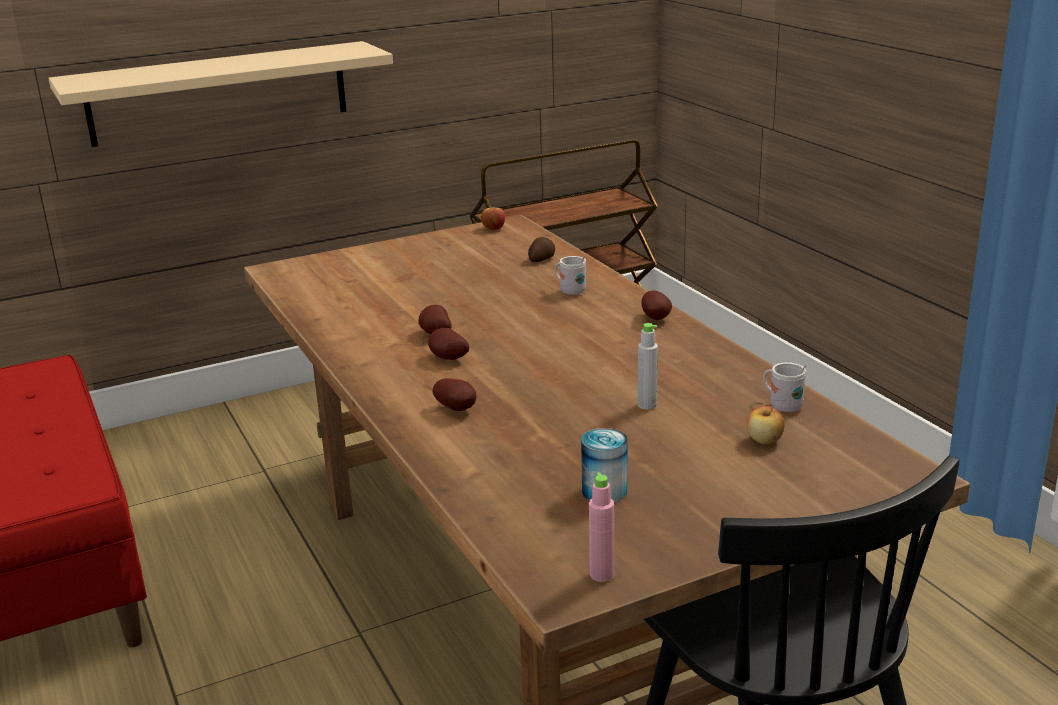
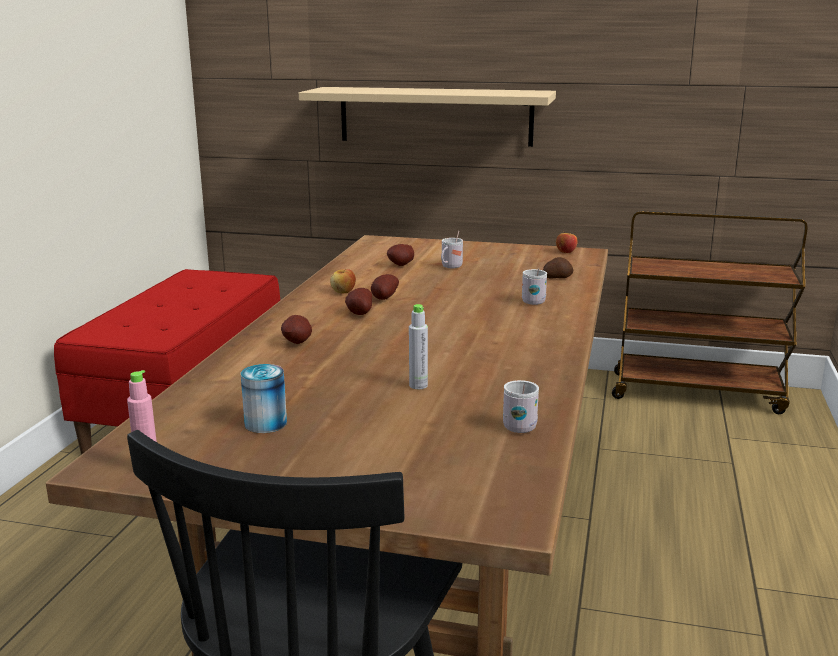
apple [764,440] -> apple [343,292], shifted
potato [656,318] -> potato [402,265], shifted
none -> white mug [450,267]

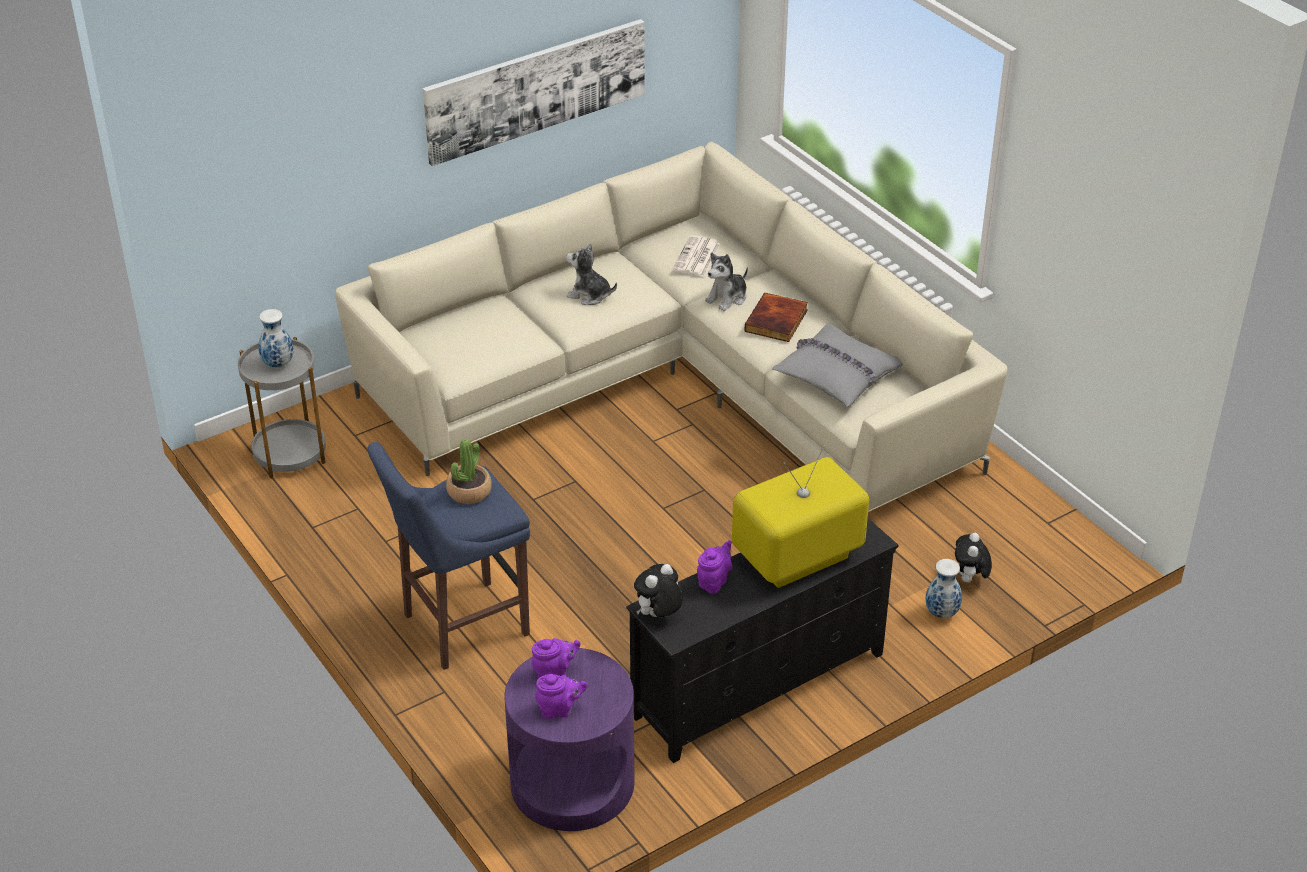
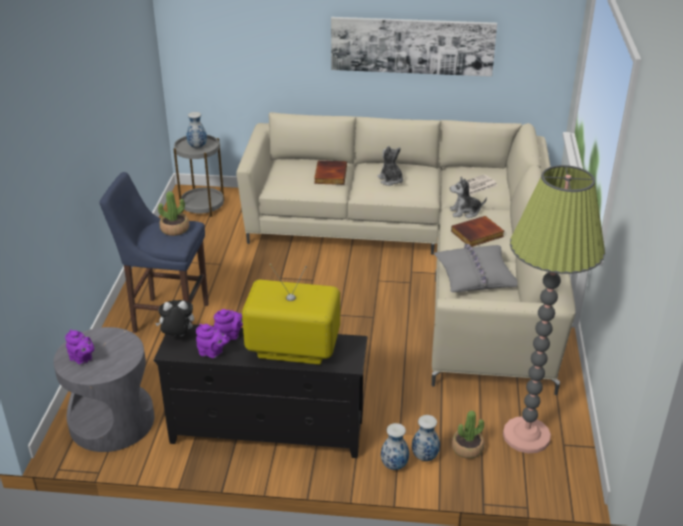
purple side table [572,782] -> grey side table [111,421]
purple teapot [554,673] -> purple teapot [212,353], shifted
none -> book [329,174]
none -> vase [394,466]
plush toy [969,580] -> potted plant [467,448]
none -> floor lamp [526,436]

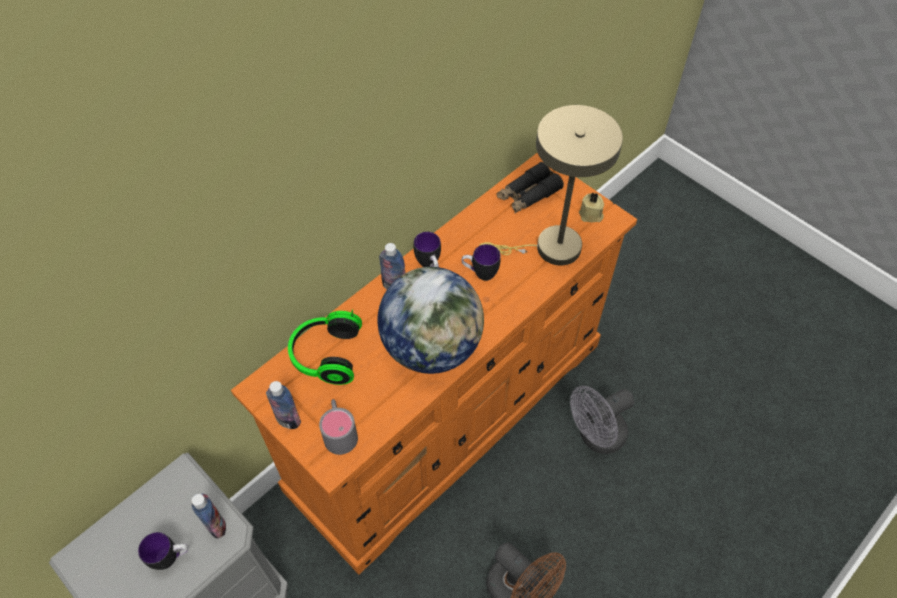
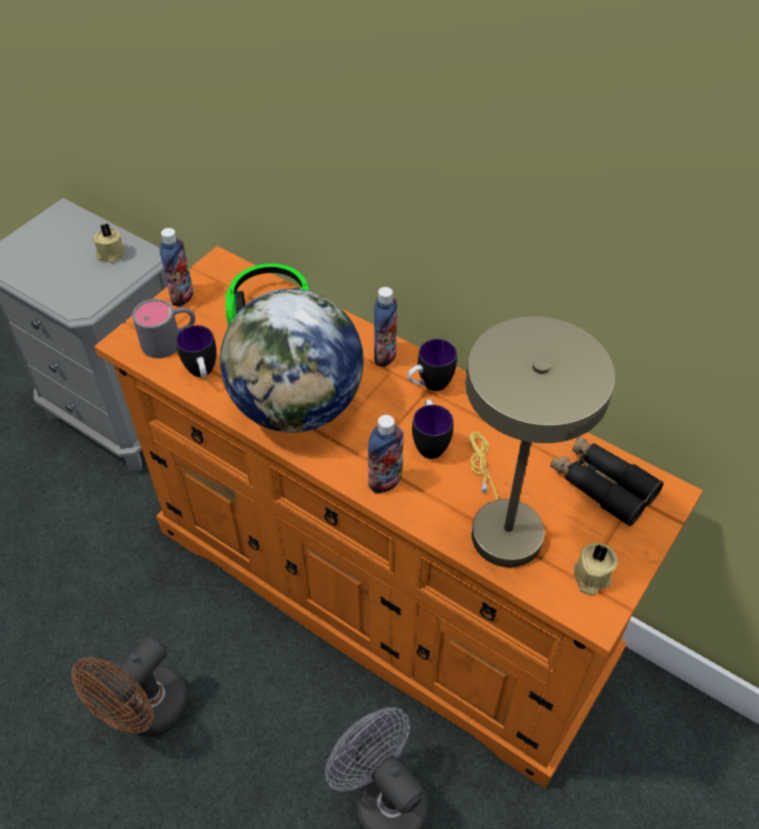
none -> beige candle [111,254]
mug [171,558] -> mug [202,374], shifted
bottle [216,525] -> bottle [385,481], shifted

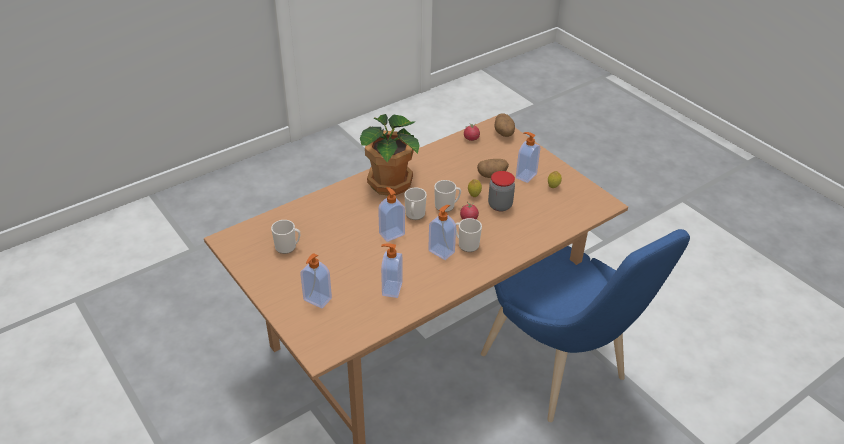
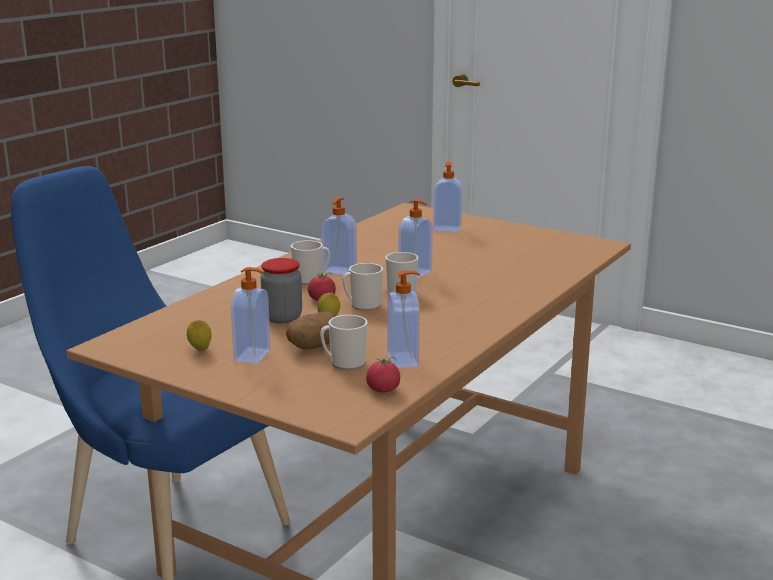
mug [288,247] -> mug [344,363], shifted
soap dispenser [391,289] -> soap dispenser [404,360], shifted
potted plant [392,183] -> none
potato [504,133] -> none

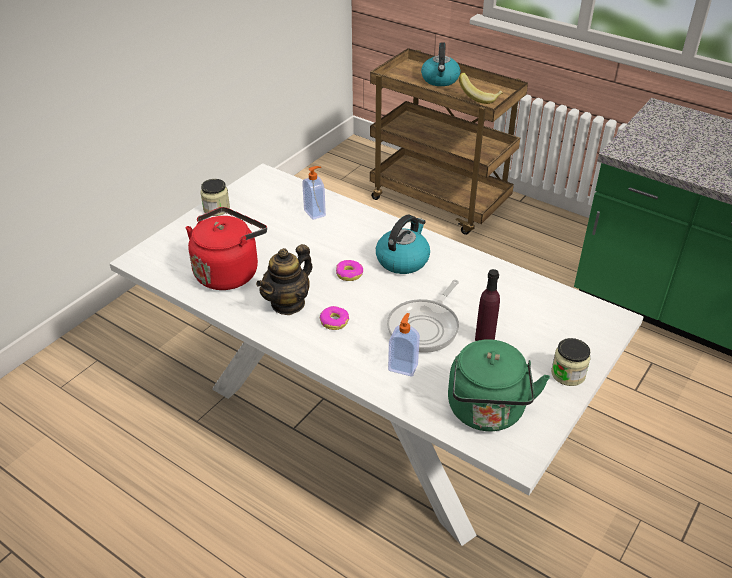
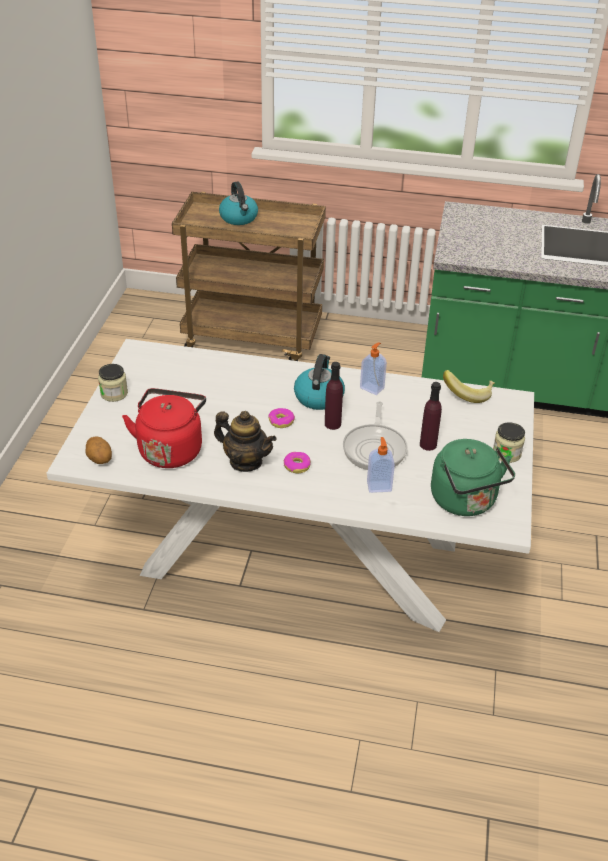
none -> potato [99,460]
teapot [288,303] -> teapot [245,461], 75 degrees counterclockwise
none -> purple bottle [332,424]
soap dispenser [315,213] -> soap dispenser [372,388], shifted
banana [479,97] -> banana [468,394], shifted

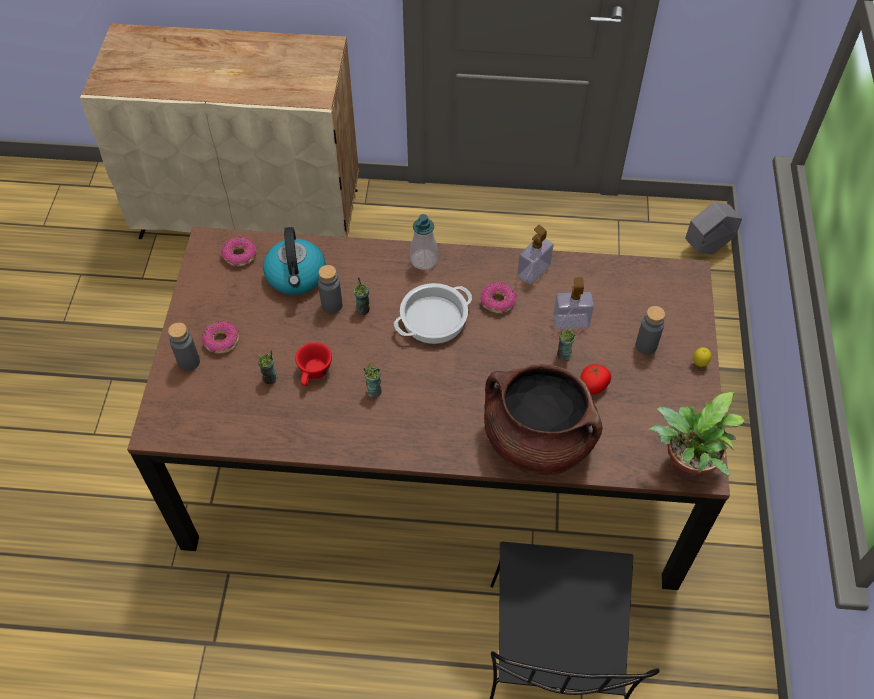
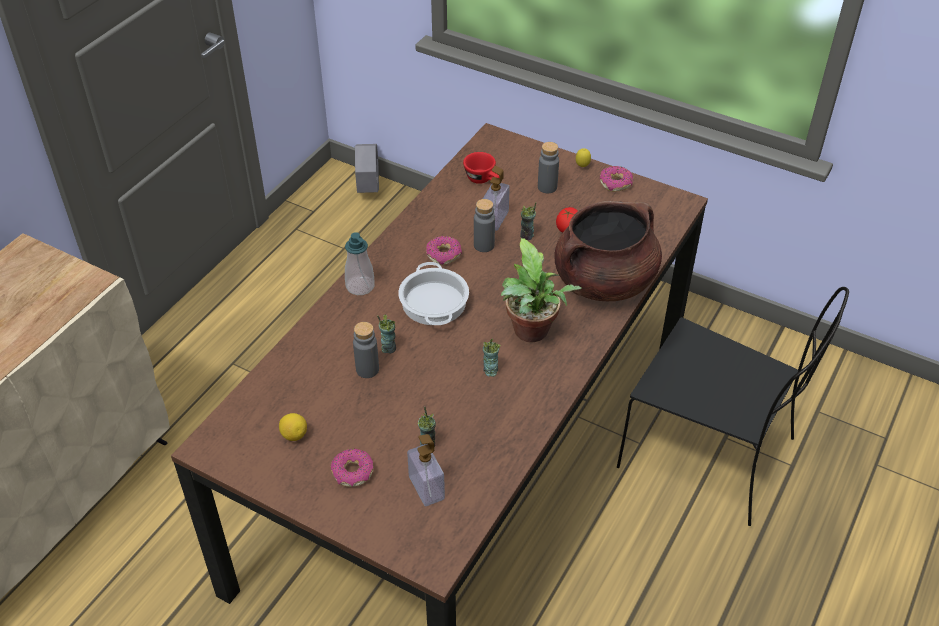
none -> lemon [294,435]
soap dispenser [533,271] -> soap dispenser [426,488], shifted
red cup [314,374] -> red cup [483,179], shifted
grey bottle [189,362] -> grey bottle [484,245], shifted
potted plant [684,468] -> potted plant [532,334], shifted
donut [239,256] -> donut [616,183], shifted
kettle [296,276] -> none

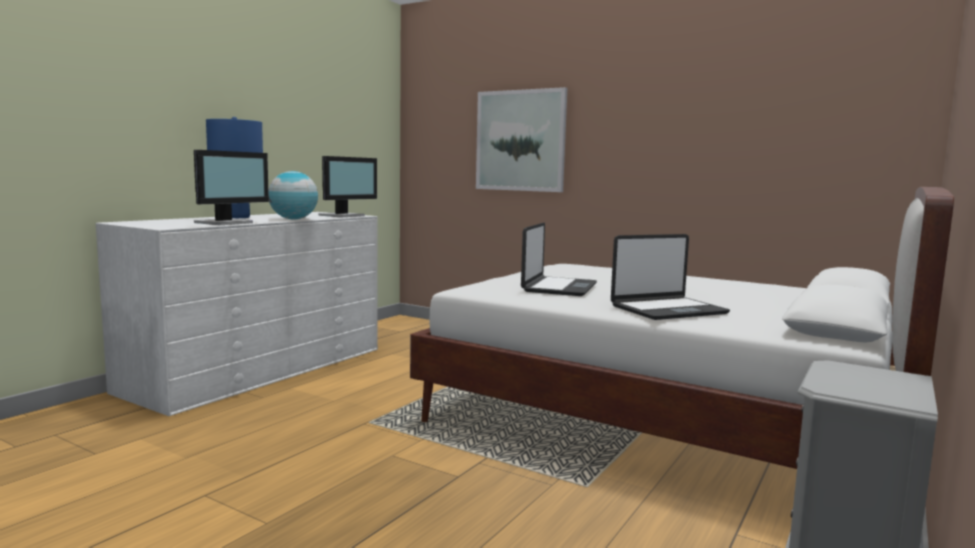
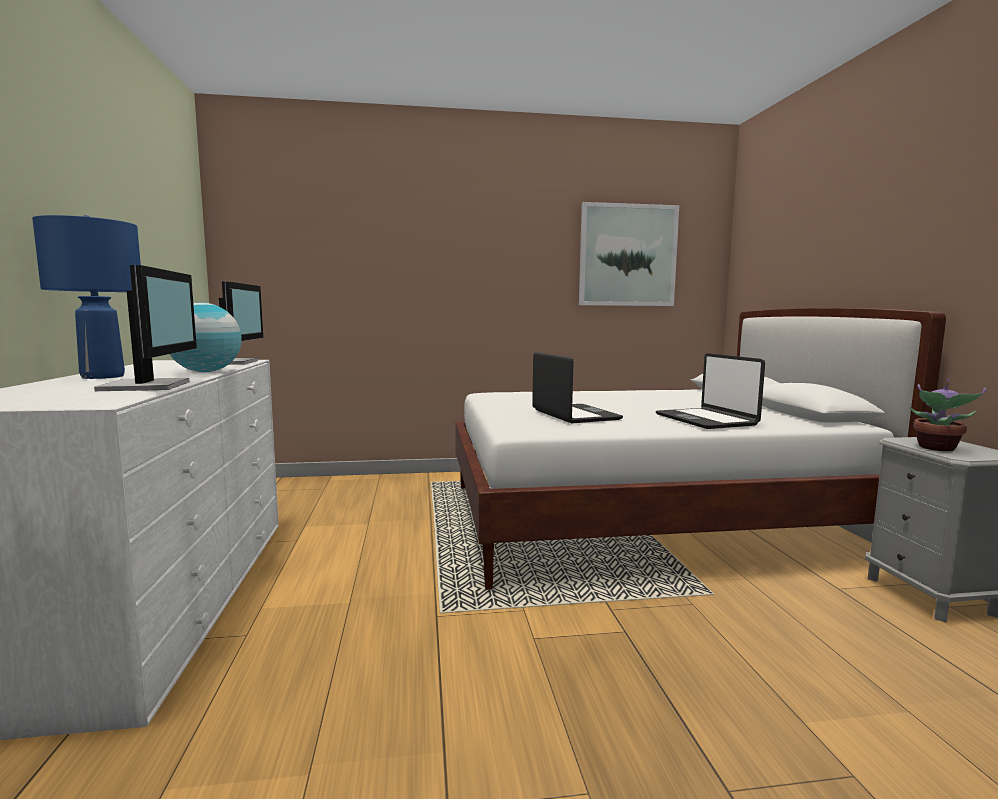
picture [520,140] -> picture [627,255], shifted
laptop [667,310] -> laptop [706,420], 135 degrees clockwise
none -> potted plant [936,448]

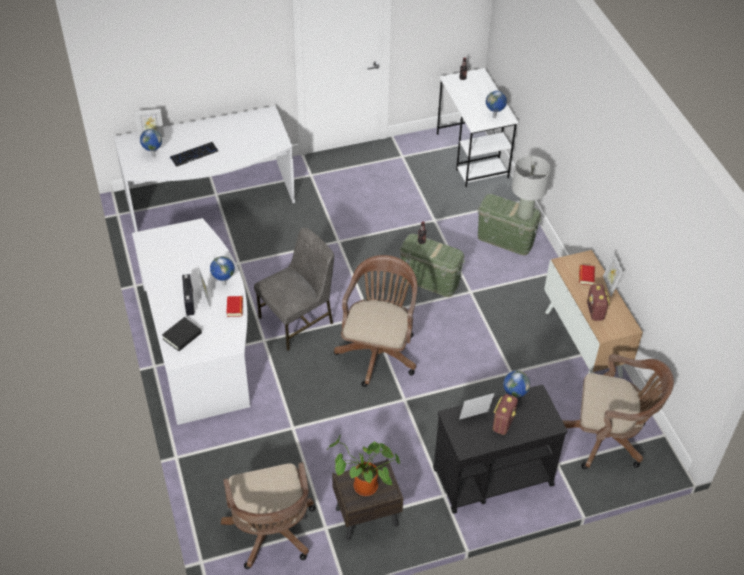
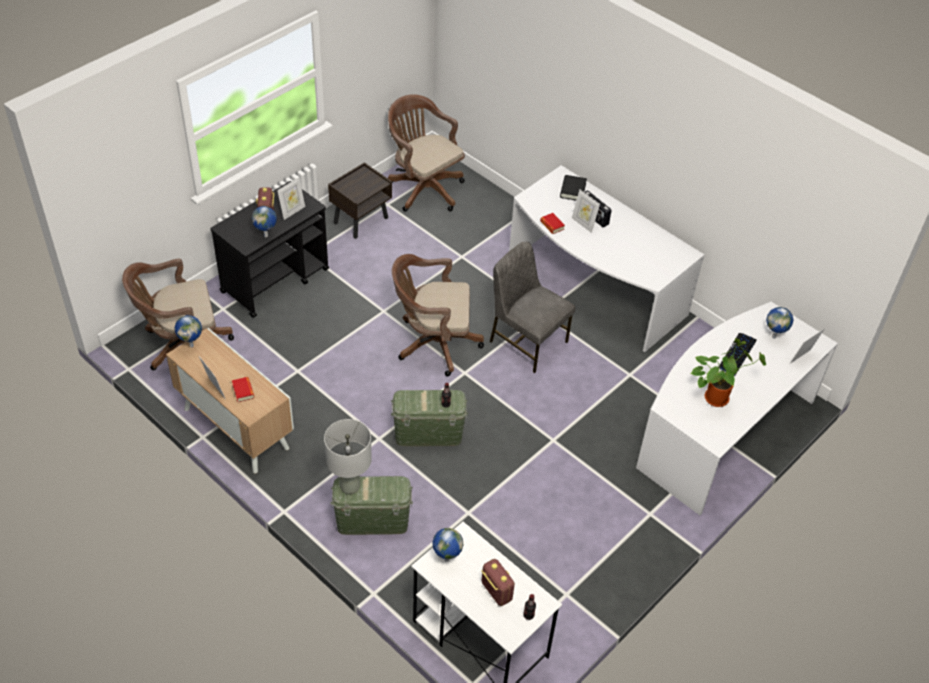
globe [223,284] -> globe [191,345], shifted
brown office chair [378,351] -> brown office chair [433,343], 105 degrees clockwise
radio [595,311] -> radio [496,591], shifted
grey chair [297,321] -> grey chair [527,341], 105 degrees clockwise
potted plant [363,487] -> potted plant [717,396], shifted

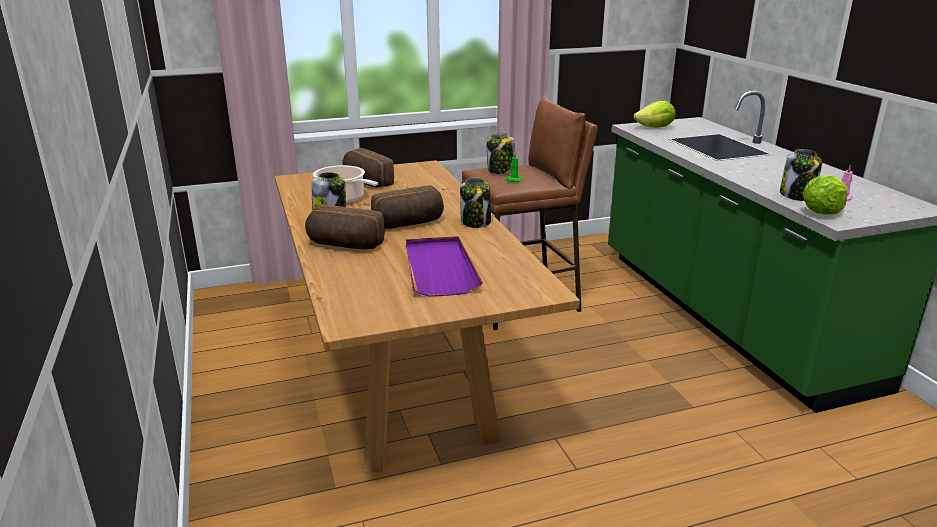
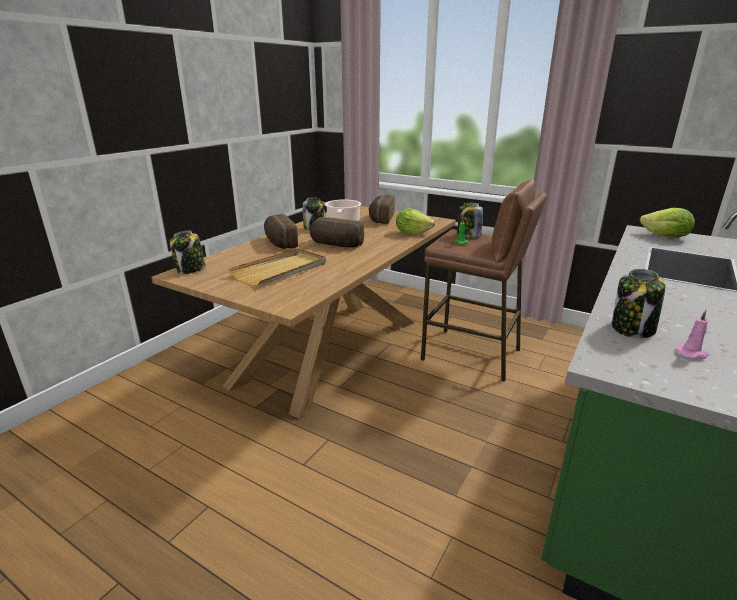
jar [476,222] -> jar [191,270], shifted
purple tray [439,269] -> beige tray [280,270]
lettuce [822,212] -> lettuce [412,233], shifted

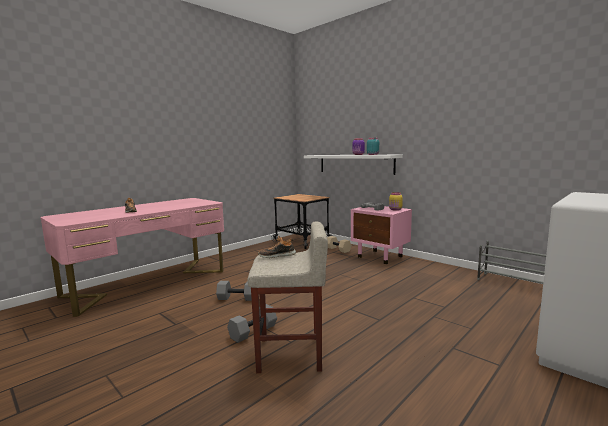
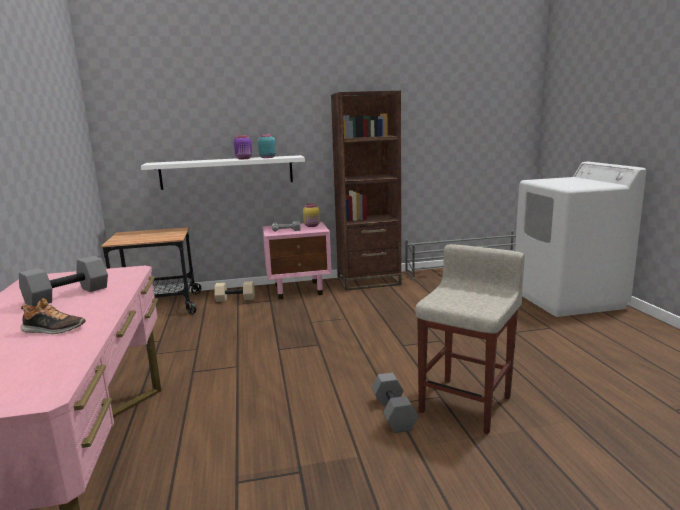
grey dumbbell [238,298] -> grey dumbbell [68,295], shifted
none -> brown bookcase [368,281]
shoe [277,255] -> none

